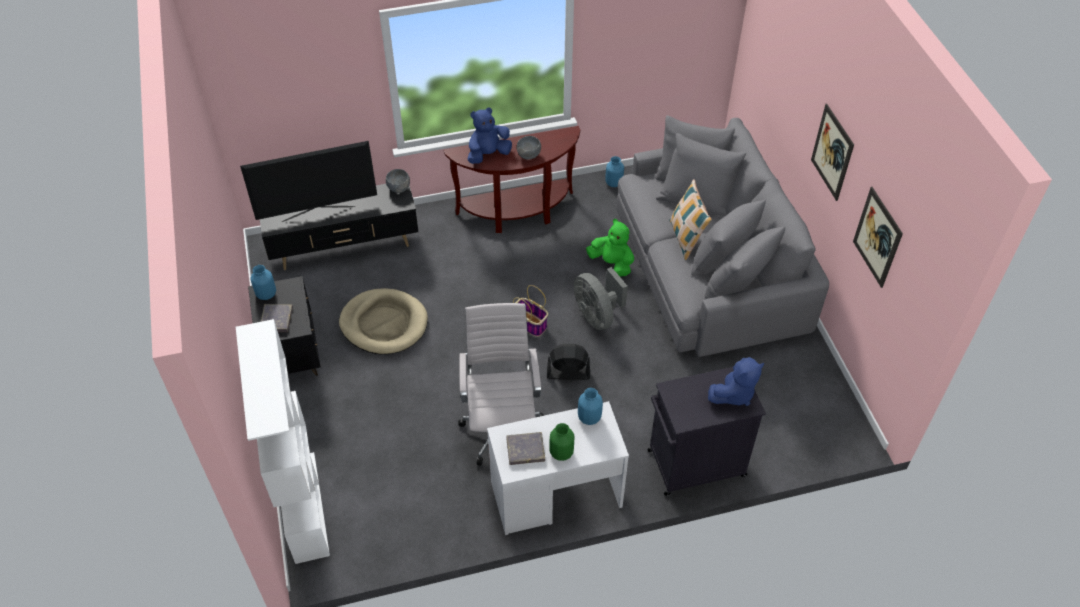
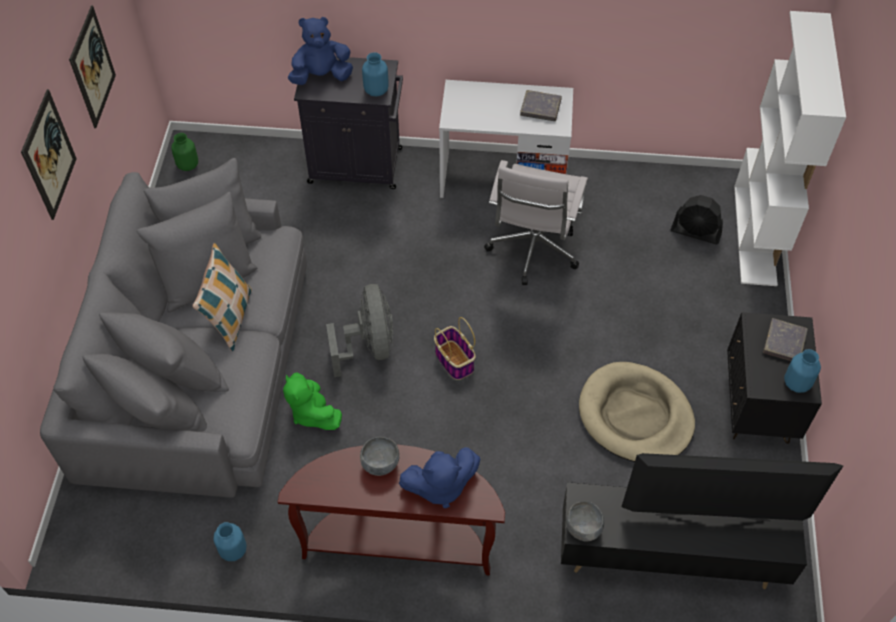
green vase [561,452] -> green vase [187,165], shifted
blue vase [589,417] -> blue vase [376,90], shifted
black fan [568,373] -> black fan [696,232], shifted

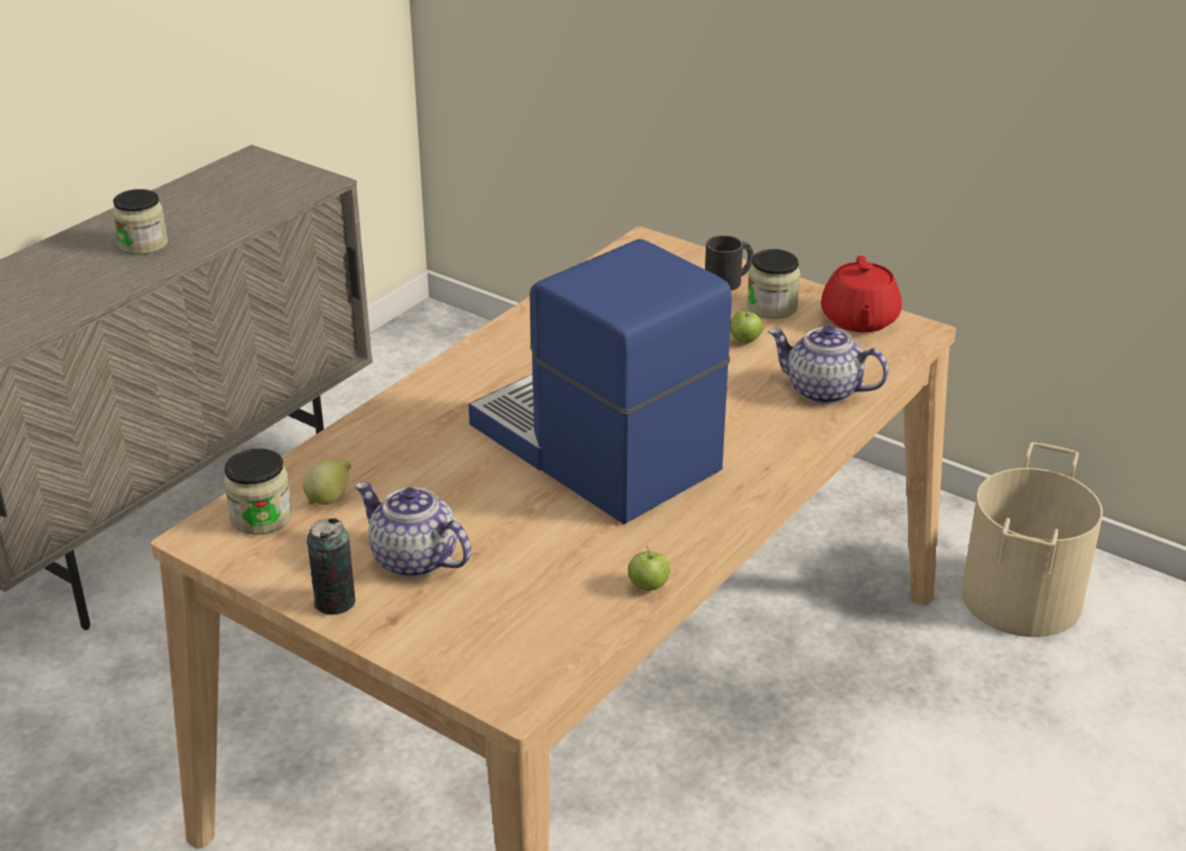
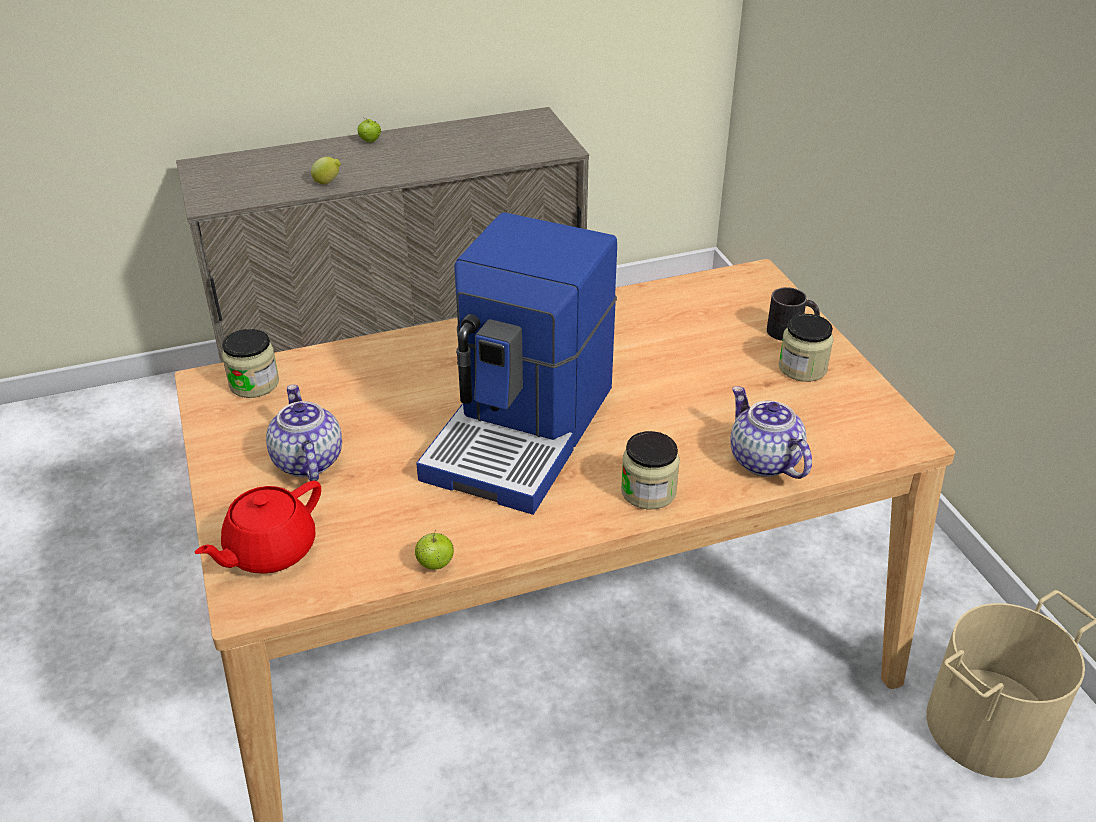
red teapot [859,320] -> red teapot [269,551], shifted
lemon [329,499] -> lemon [328,183], shifted
apple [745,341] -> apple [370,141], shifted
coffee machine [593,450] -> coffee machine [524,431], 150 degrees counterclockwise
jar [143,244] -> jar [648,491], shifted
can [335,602] -> none

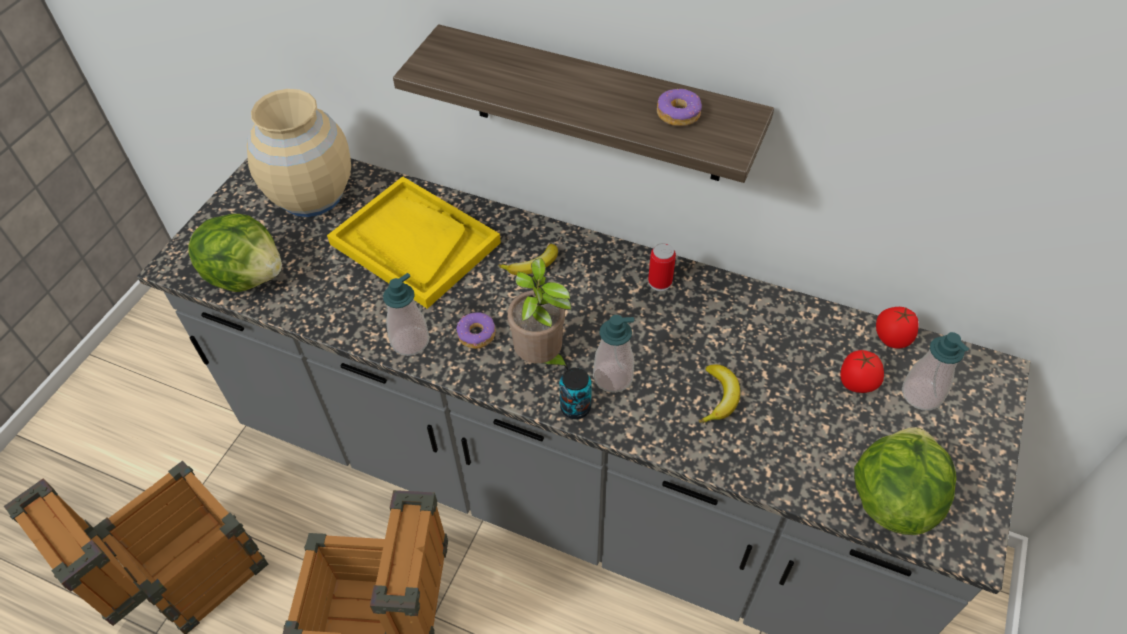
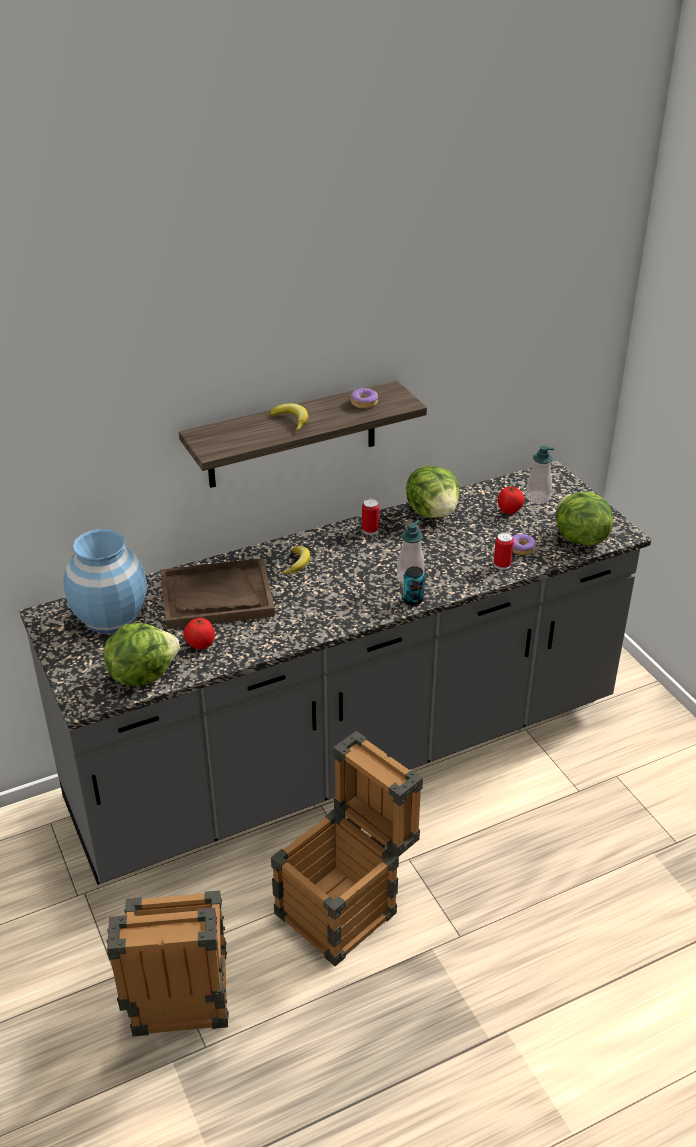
beige vase [311,195] -> blue vase [110,617]
yellow tray [414,243] -> brown tray [216,597]
tomato [891,339] -> tomato [200,645], shifted
banana [719,397] -> banana [291,420], shifted
none -> lettuce [433,512]
none -> can [502,564]
donut [476,335] -> donut [521,548], shifted
soap dispenser [410,341] -> none
potted plant [541,358] -> none

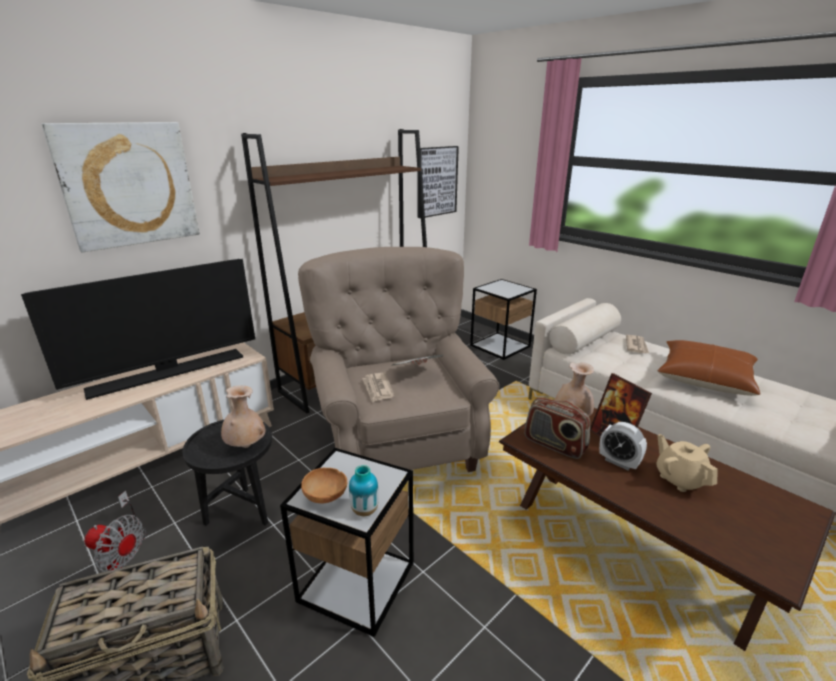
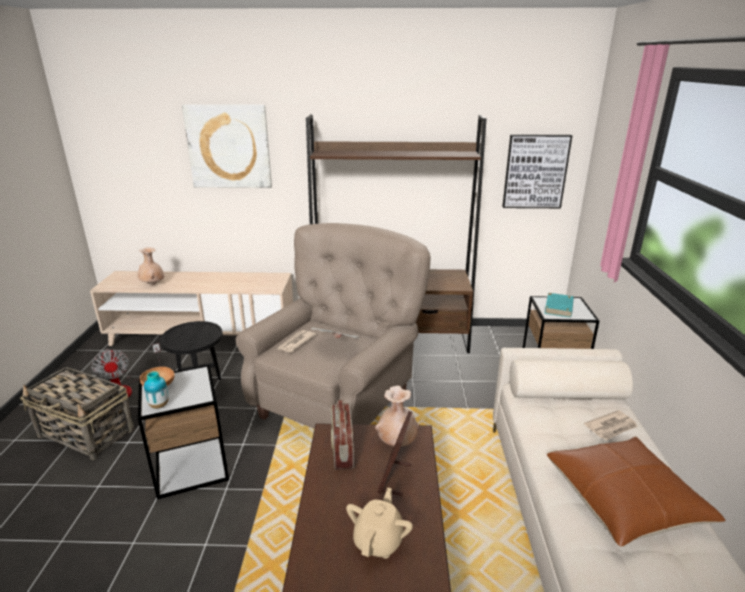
beige vase [246,446] -> beige vase [153,285], shifted
none -> turquoise book [559,307]
television [169,372] -> none
alarm clock [618,462] -> none

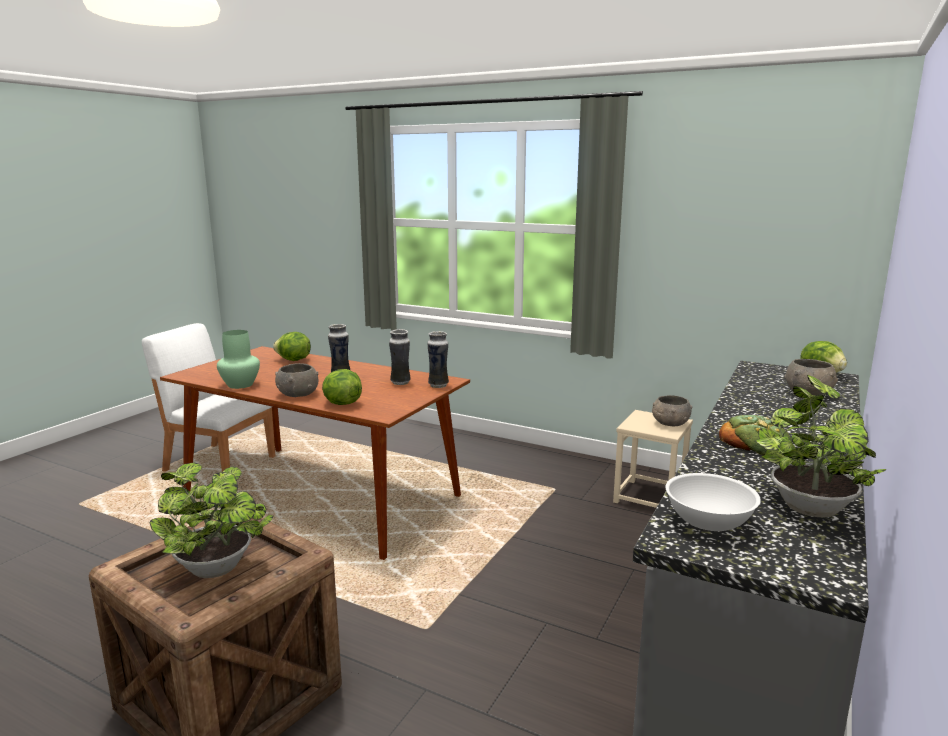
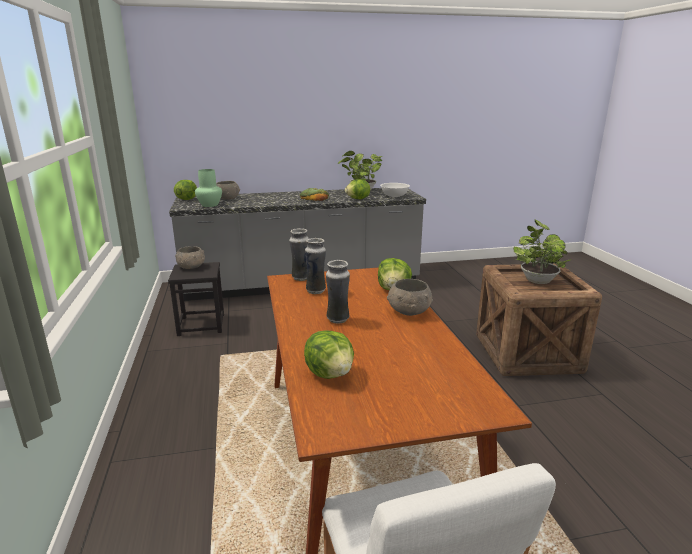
beige stool [650,497] -> black stool [201,324]
green vase [240,385] -> green vase [210,205], shifted
none -> lettuce [358,199]

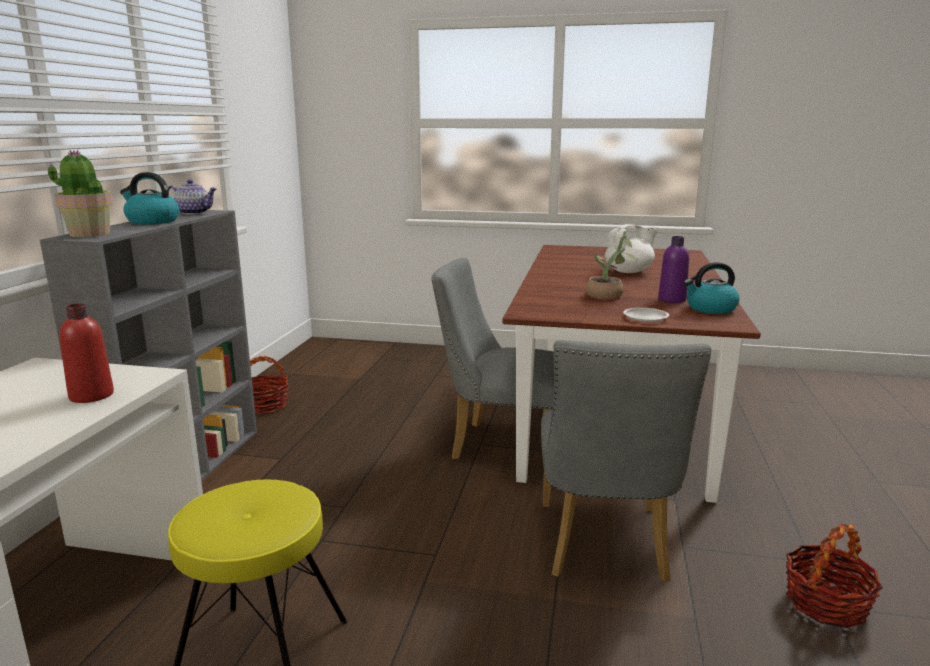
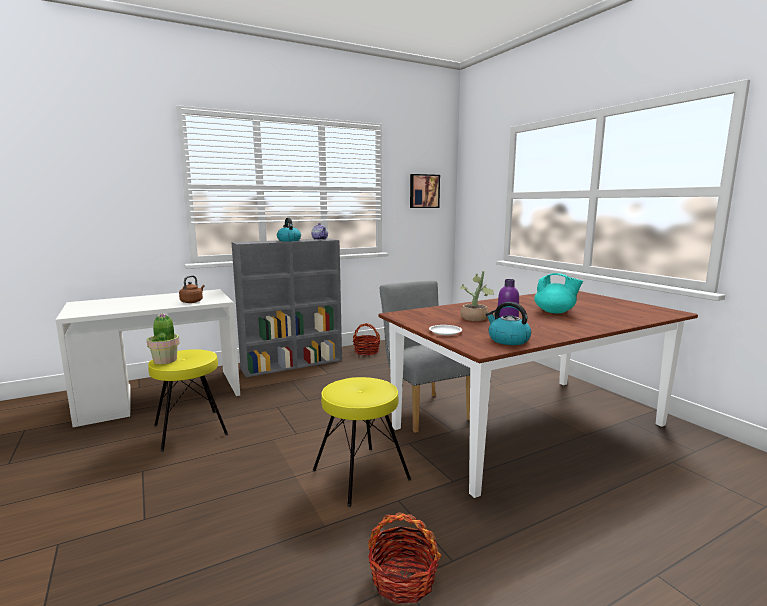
potted plant [89,234] -> potted plant [165,360], shifted
red bottle [91,396] -> brown kettle [192,301]
grey chair [604,548] -> yellow stool [360,474]
none -> picture [424,191]
white teapot [629,271] -> turquoise teapot [555,312]

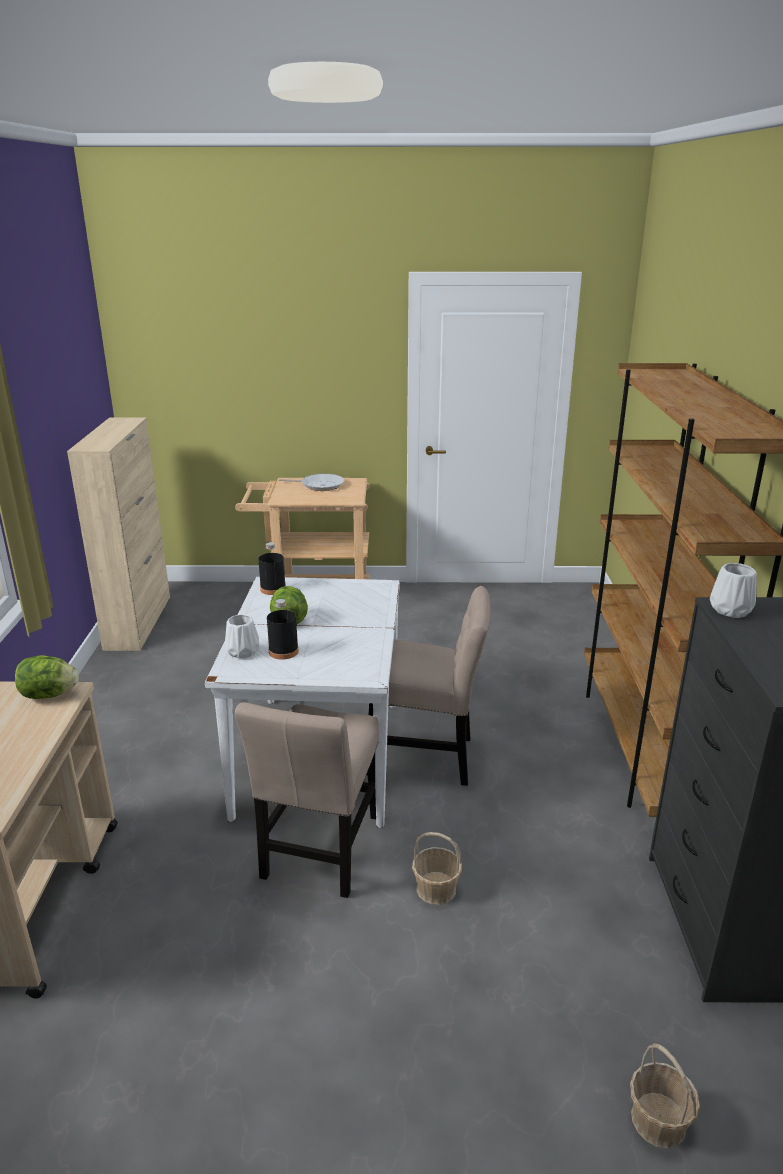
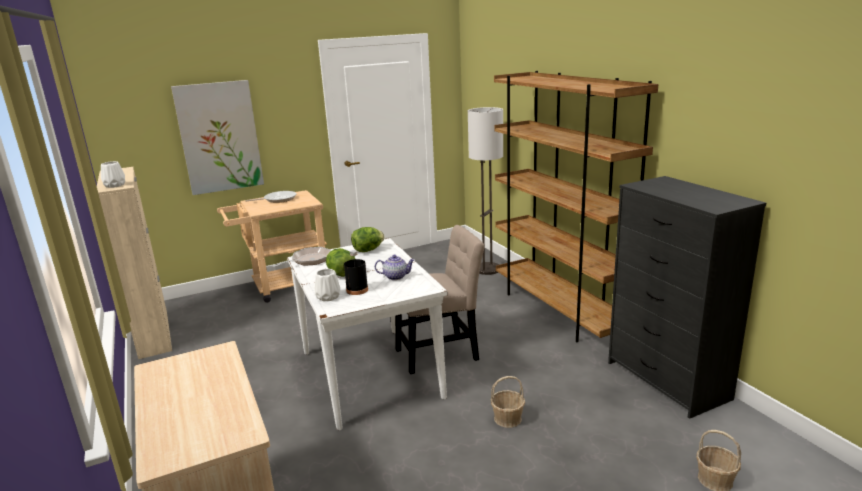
white vase [731,610] -> white vase [115,185], shifted
none -> picture [219,137]
black bottle [273,589] -> frying pan [308,260]
lettuce [49,695] -> lettuce [368,250], shifted
none -> teapot [396,276]
none -> floor lamp [487,269]
beige chair [320,851] -> none

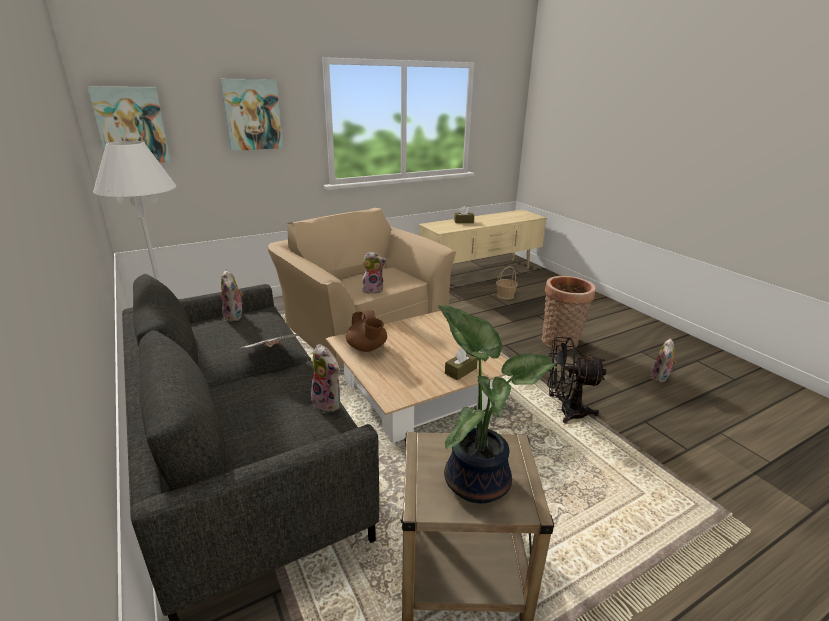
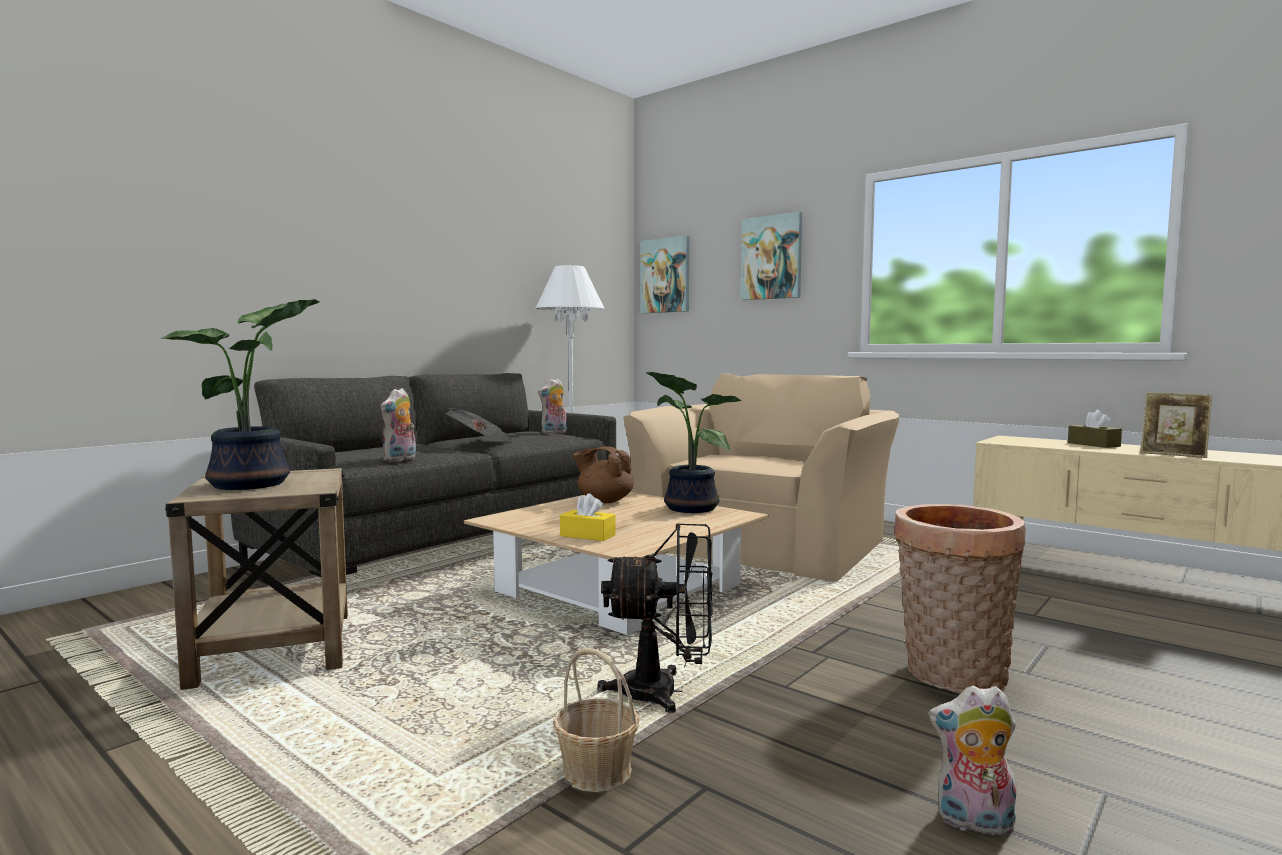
basket [505,296] -> basket [597,771], shifted
brown tissue box [460,371] -> yellow tissue box [587,535]
brown teapot [367,348] -> brown teapot [604,501], 75 degrees clockwise
black fan [565,411] -> black fan [664,693], 105 degrees clockwise
none -> potted plant [687,508]
none -> picture frame [1173,454]
plush toy [373,290] -> none

